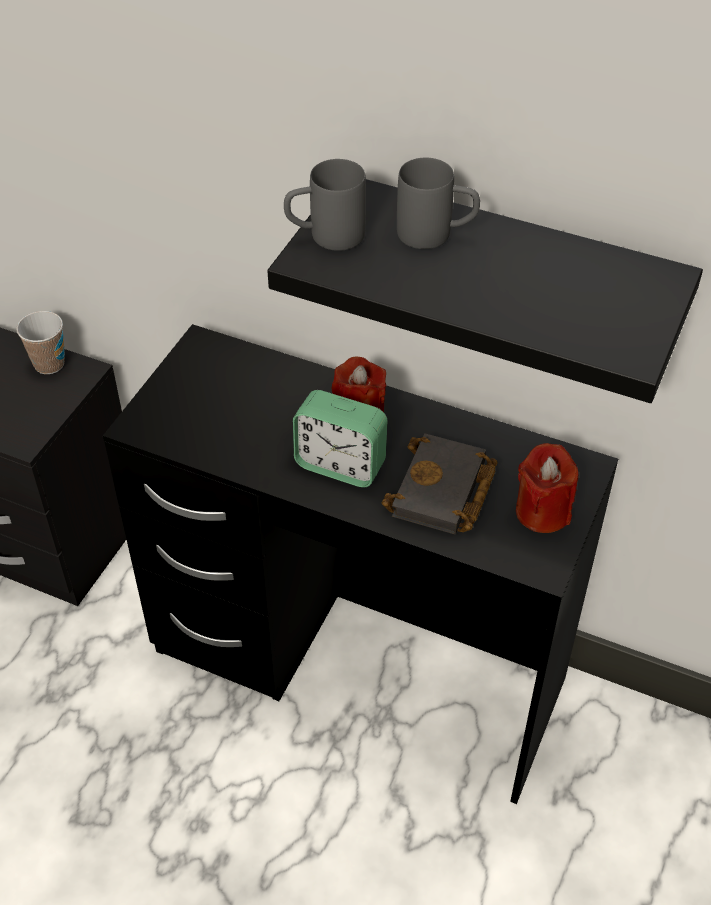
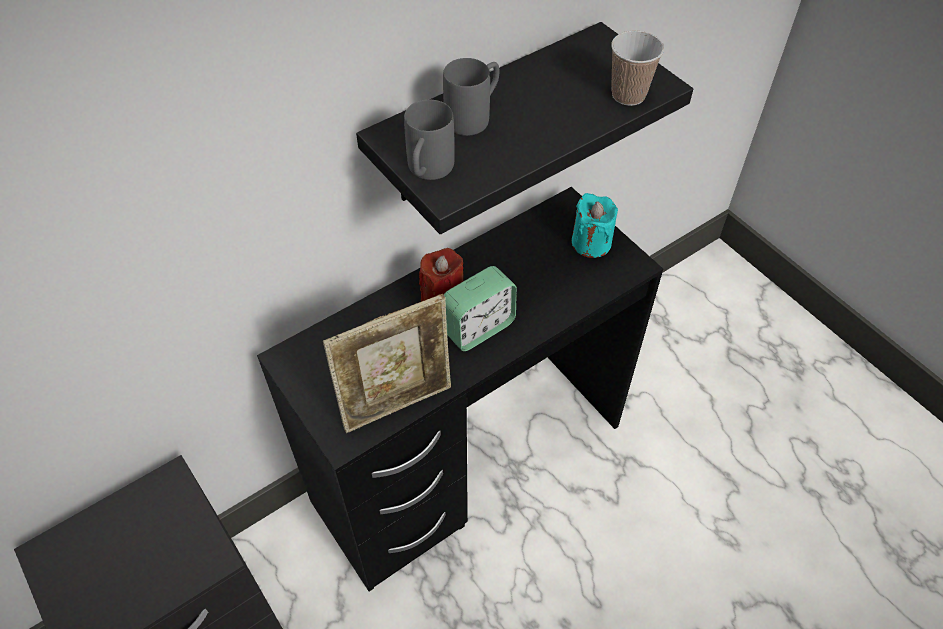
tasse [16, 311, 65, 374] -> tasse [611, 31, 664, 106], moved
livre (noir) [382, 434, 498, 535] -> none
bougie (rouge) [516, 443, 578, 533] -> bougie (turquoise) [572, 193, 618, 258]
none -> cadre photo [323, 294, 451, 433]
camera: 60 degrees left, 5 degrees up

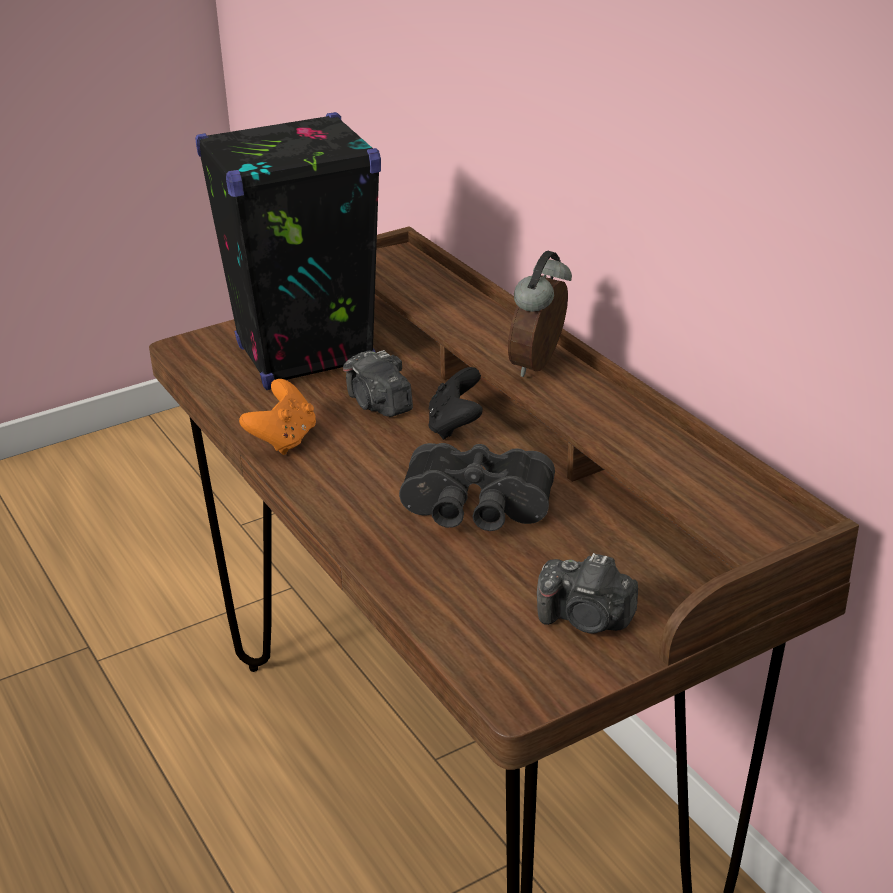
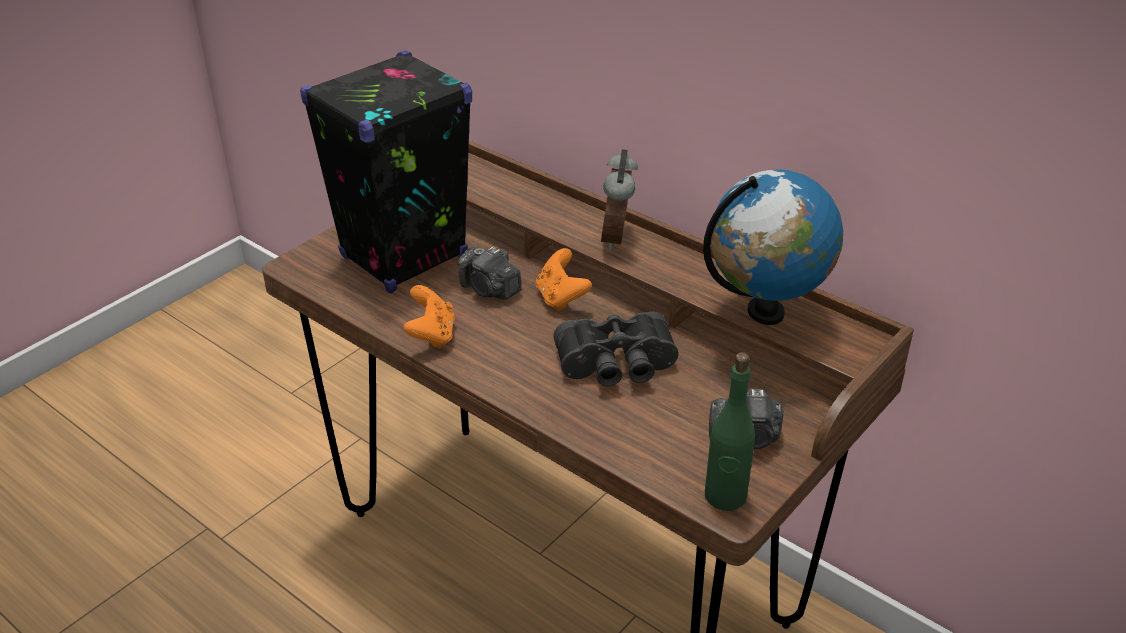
manette (noir) [428, 367, 483, 440] -> manette (orange) [536, 248, 592, 311]
none -> globe [703, 169, 843, 325]
none -> bouteille (vert) [705, 352, 755, 511]
camera: 20 degrees left, 5 degrees up

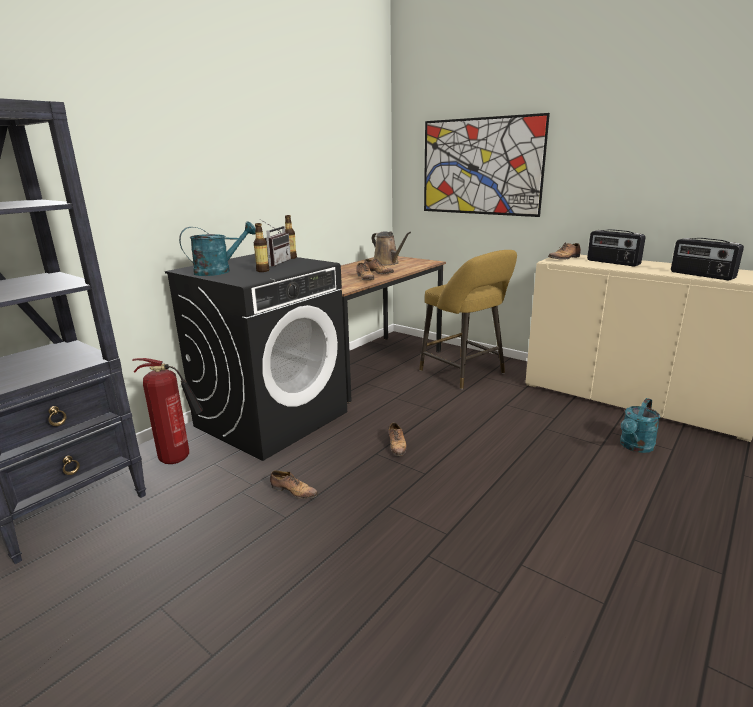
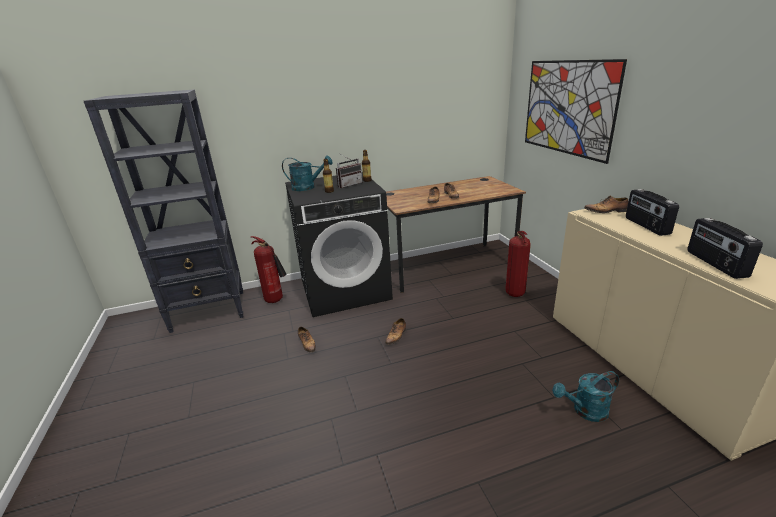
arrosoir (marron) [372, 231, 411, 265] -> none
tabouret (jaune) [419, 250, 517, 389] -> extincteur [506, 231, 531, 297]
camera: 35 degrees right, 5 degrees up

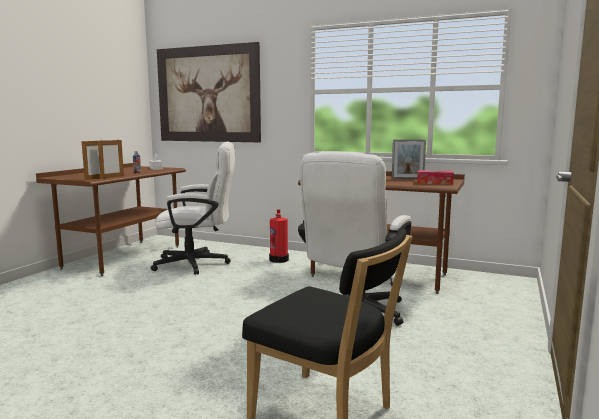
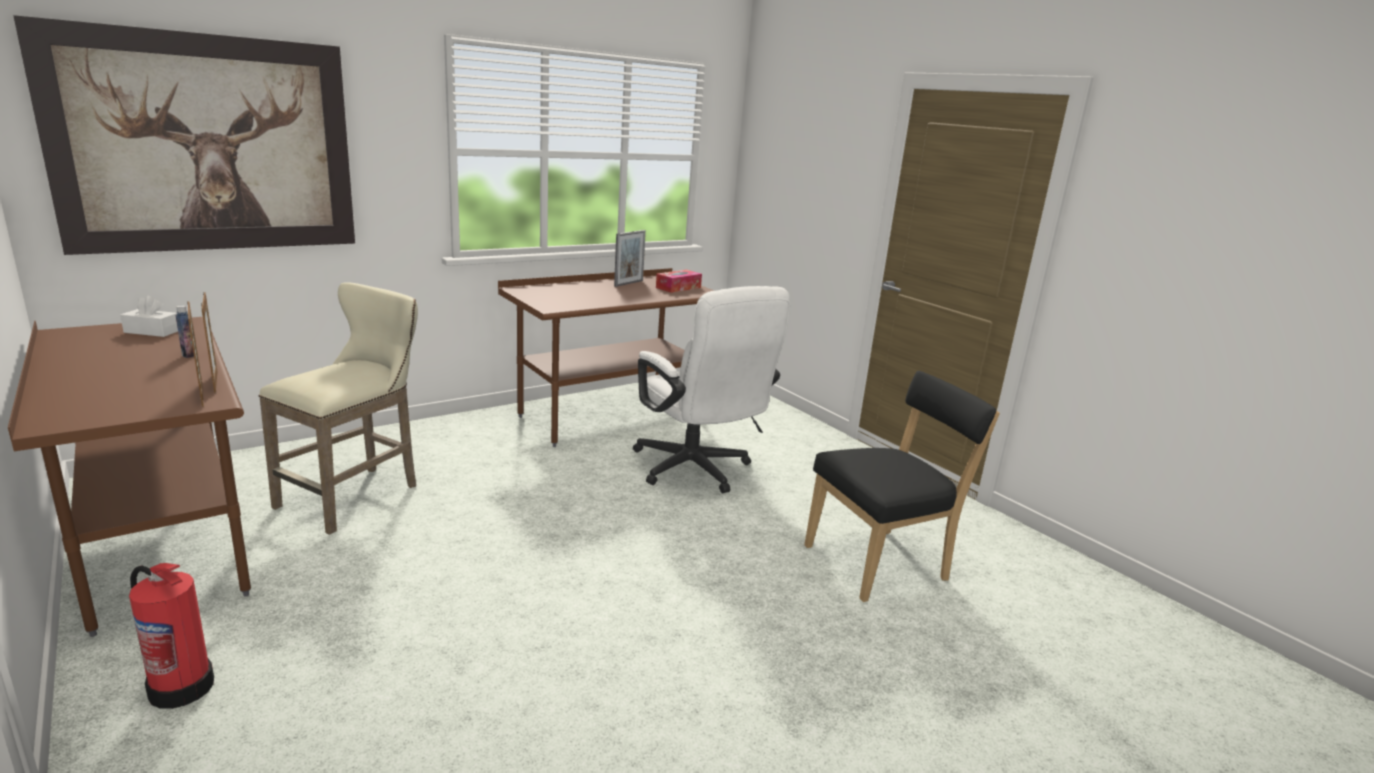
chaise de bureau (blanc) [151, 141, 235, 275] -> tabouret (beige) [259, 282, 418, 535]
extincteur [269, 209, 289, 263] -> extincteur [129, 563, 214, 709], moved
camera: 60 degrees left, 10 degrees up

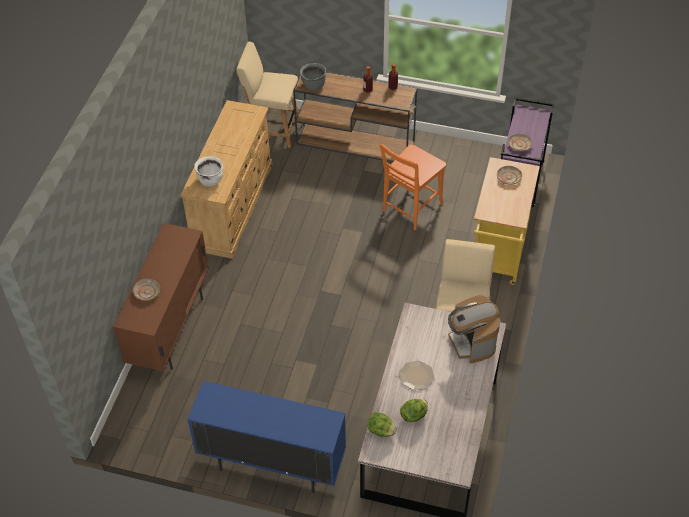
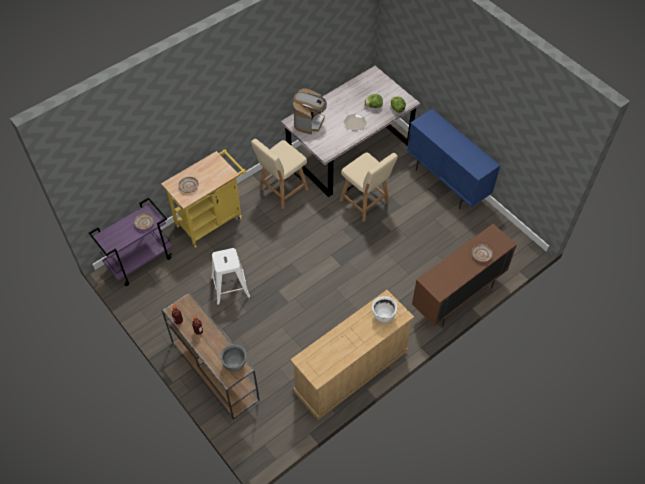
chaise (beige) [236, 42, 299, 148] -> chaise (beige) [340, 152, 398, 222], moved
chaise (orange) [380, 144, 446, 230] -> tabouret (blanc) [211, 248, 251, 305]
camera: 145 degrees left, 5 degrees up

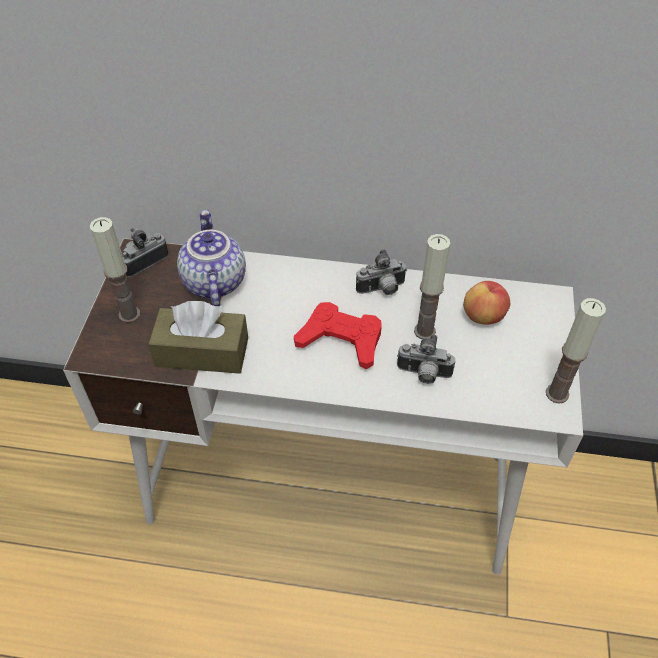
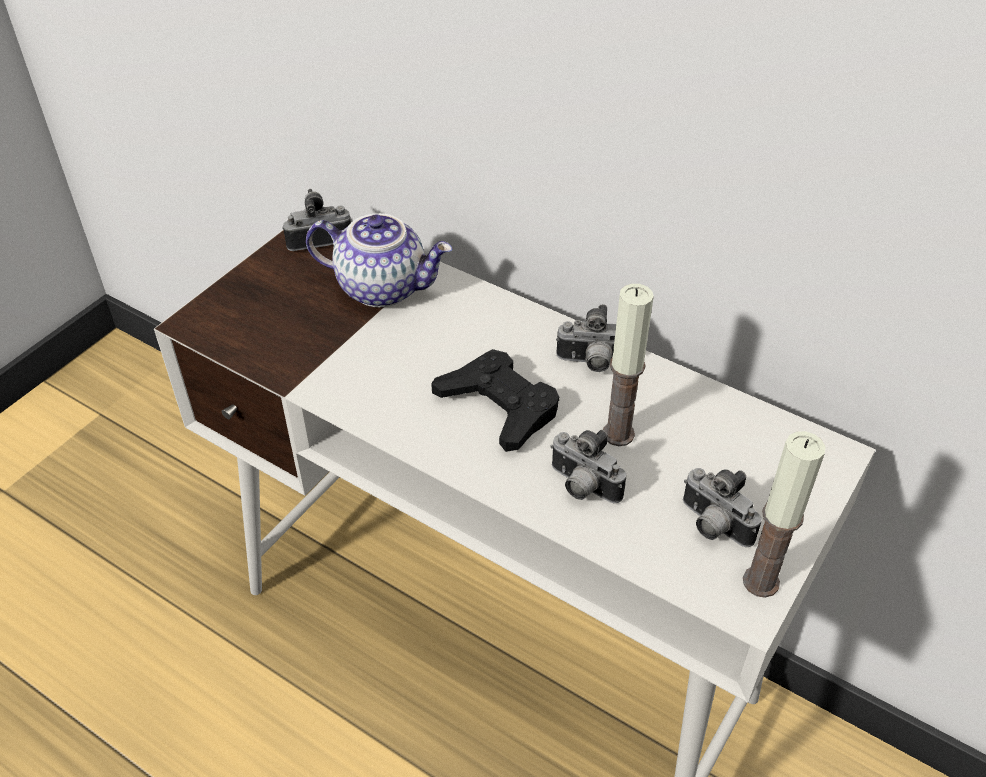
bougie [90, 217, 140, 323] -> none
boîte à mouchoirs (marron) [148, 301, 248, 374] -> none
théière [177, 210, 246, 306] -> théière [306, 213, 452, 307], 90 degrees clockwise
manette (rouge) [294, 302, 382, 369] -> manette (noir) [431, 349, 559, 452]
pomme [463, 281, 510, 325] -> none
none -> appareil photo [683, 468, 762, 547]
camera: 25 degrees right, 5 degrees down

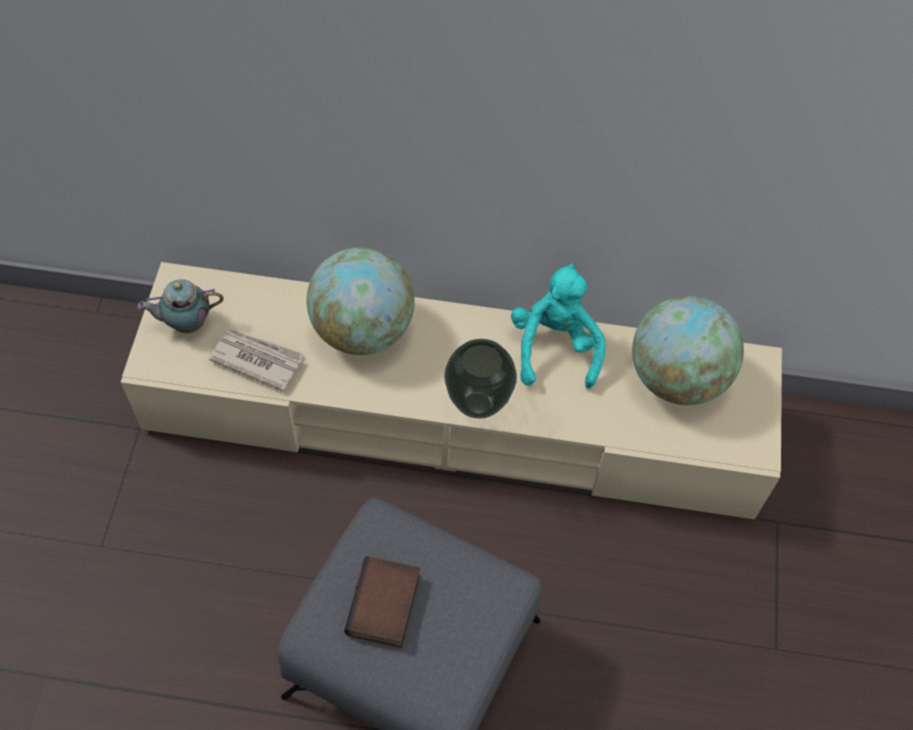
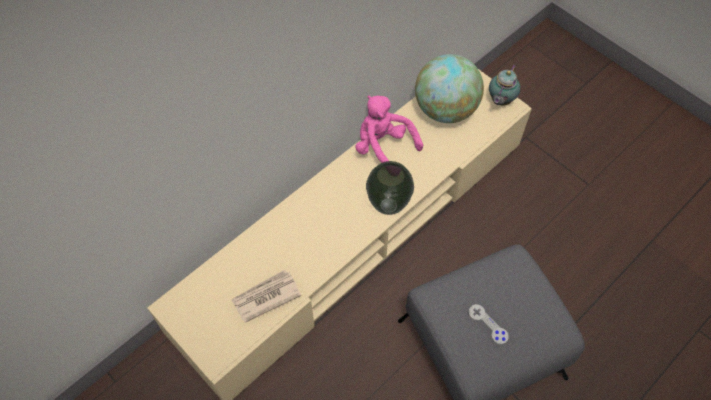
théière [138, 279, 224, 333] -> théière [489, 65, 521, 105], moved
globe [307, 247, 415, 355] -> none
livre [344, 556, 420, 648] -> manette (gris) [468, 304, 509, 345]
peluche (turquoise) [511, 264, 606, 389] -> peluche (rose) [355, 96, 423, 163]
camera: 50 degrees left, 0 degrees up

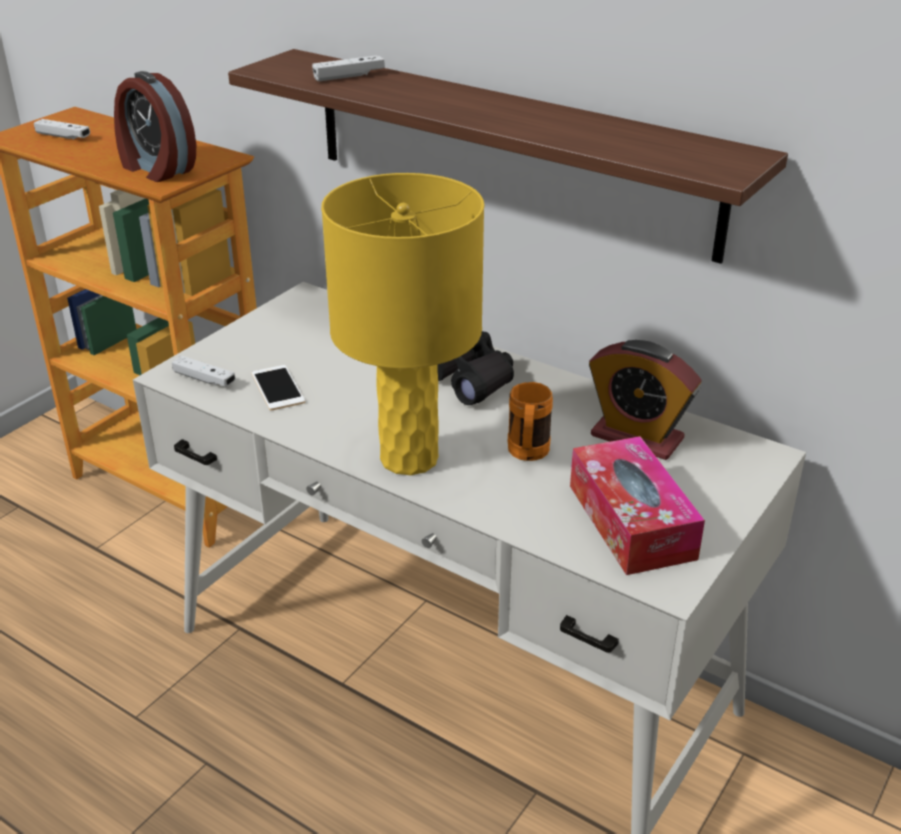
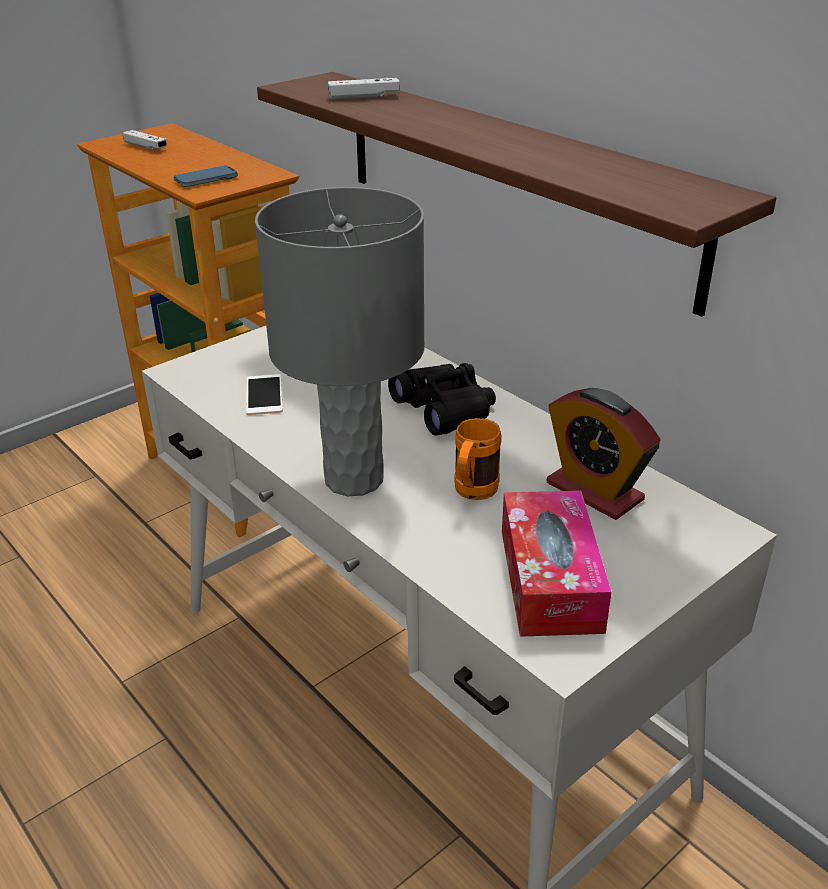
réveil [114, 71, 196, 182] -> téléphone [173, 165, 238, 187]
manette (blanc) [172, 356, 236, 387] -> none
lampe de table (jaune) [321, 173, 484, 475] -> lampe de table (gris) [255, 187, 425, 496]
camera: 15 degrees right, 0 degrees up

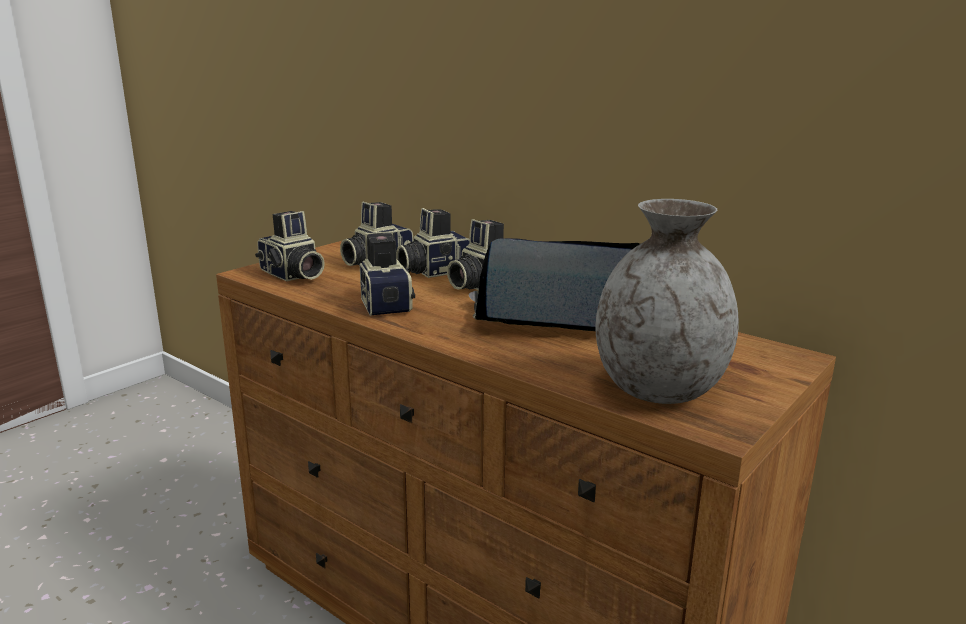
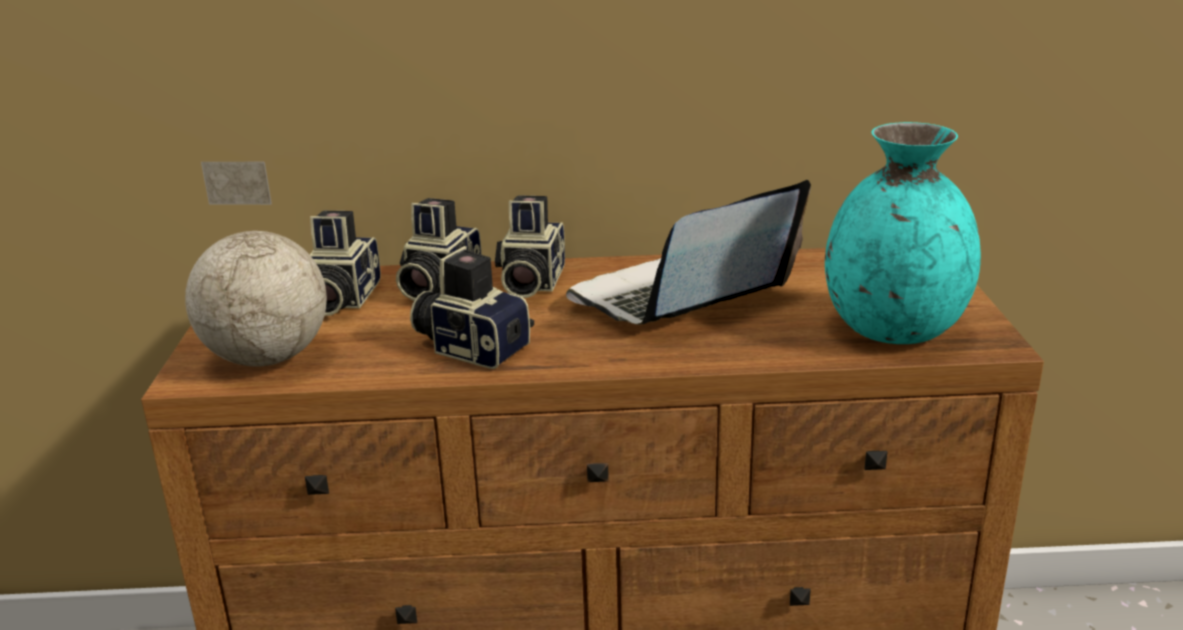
appareil photo [255, 211, 325, 281] -> globe [185, 162, 327, 366]
vase (gris) [596, 199, 739, 404] -> vase (turquoise) [825, 122, 981, 344]
camera: 40 degrees left, 5 degrees up

